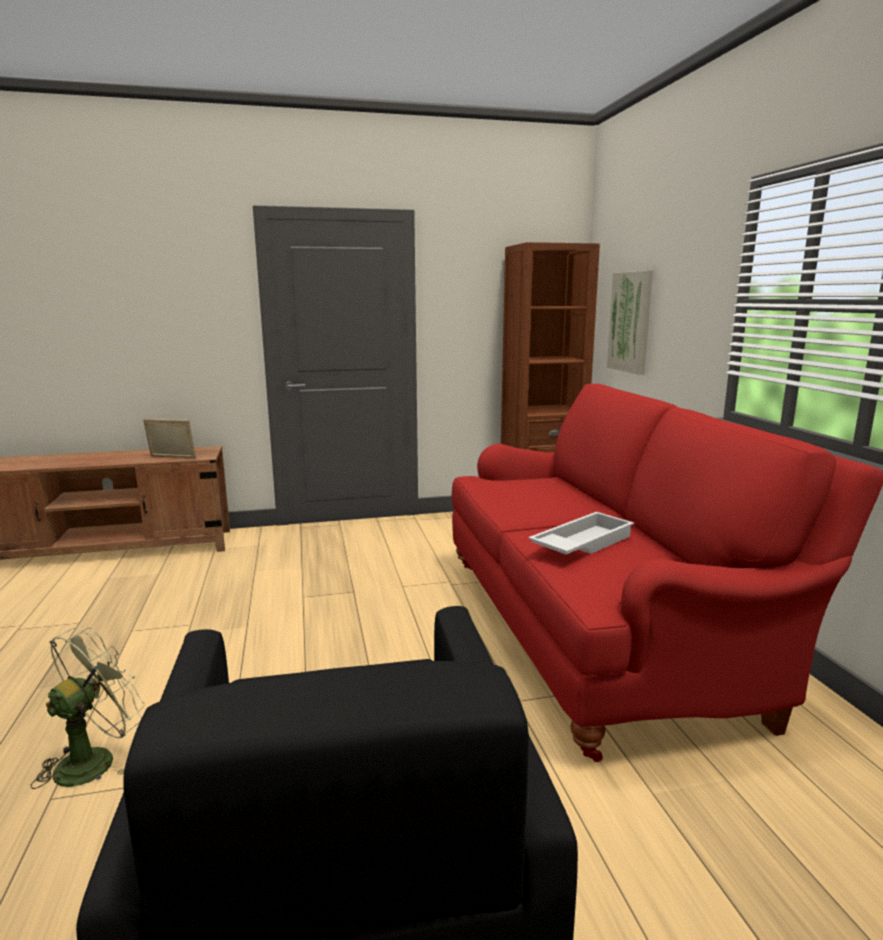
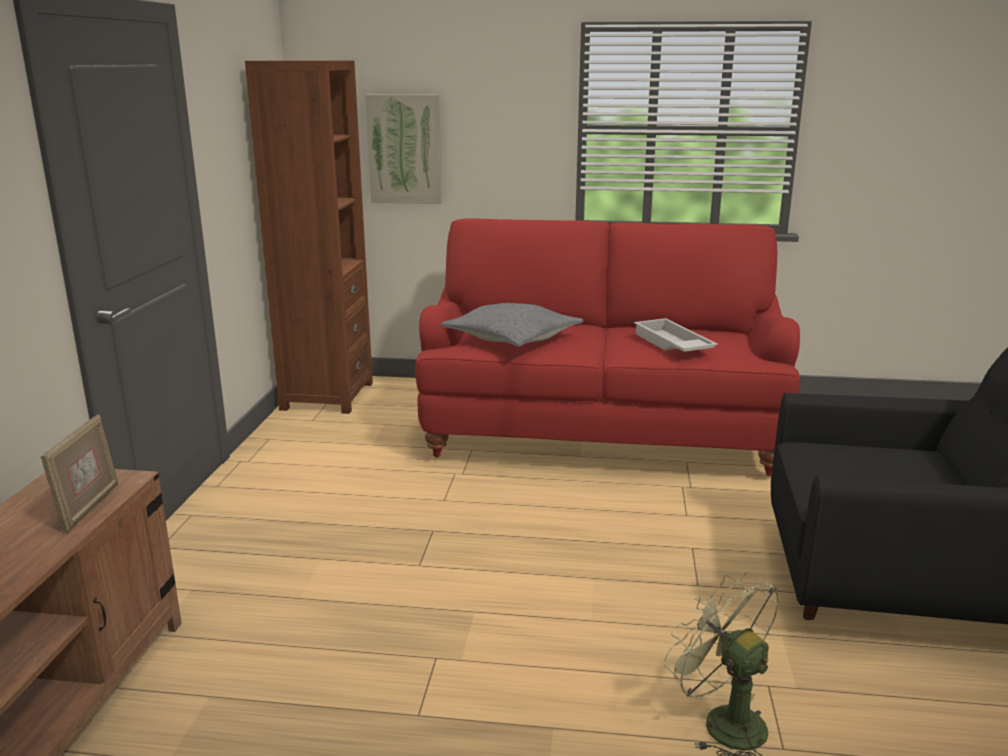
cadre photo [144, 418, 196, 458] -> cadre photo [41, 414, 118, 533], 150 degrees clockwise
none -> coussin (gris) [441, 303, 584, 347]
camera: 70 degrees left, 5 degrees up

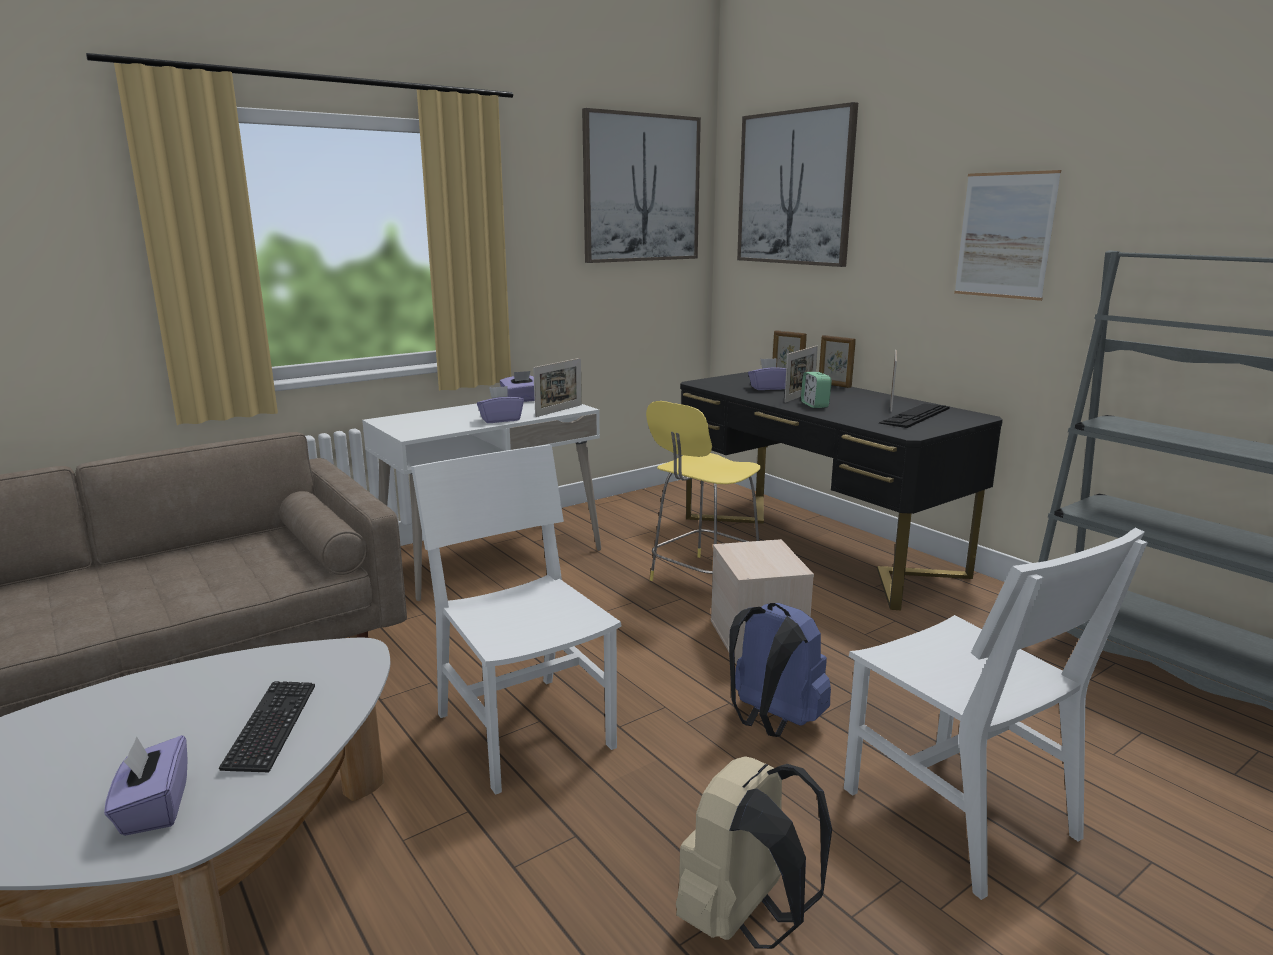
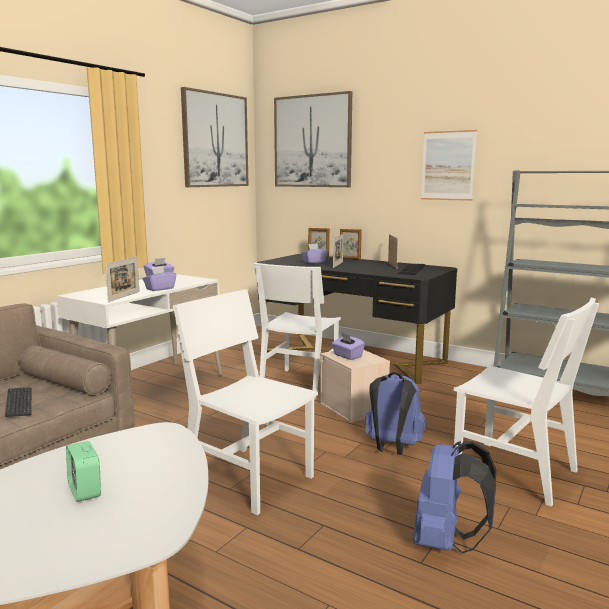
boîte à mouchoirs (violet) [104, 735, 188, 836] -> boîte à mouchoirs (violet) [331, 332, 365, 360], moved
clavier [219, 681, 315, 772] -> clavier [5, 387, 32, 417], moved
cadre photo [533, 358, 582, 417] -> cadre photo [105, 256, 139, 302], moved
tabouret (jaune) [646, 401, 761, 581] -> chaise (blanc) [254, 263, 341, 399]
sac à dos (beige) [676, 756, 832, 949] -> sac à dos (bleu) [413, 441, 497, 553]
réveil [801, 372, 832, 408] -> réveil [66, 441, 101, 502], moved
camera: 20 degrees left, 5 degrees down

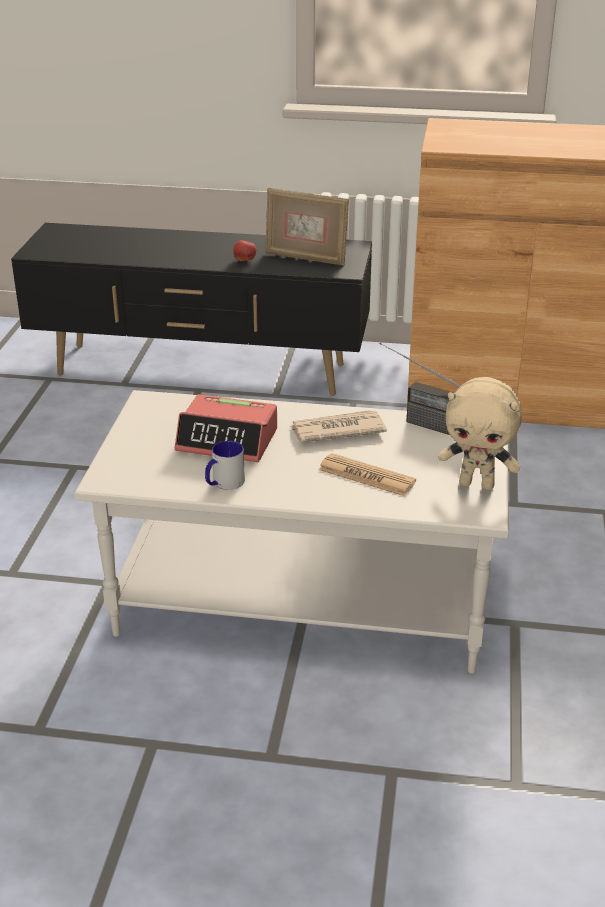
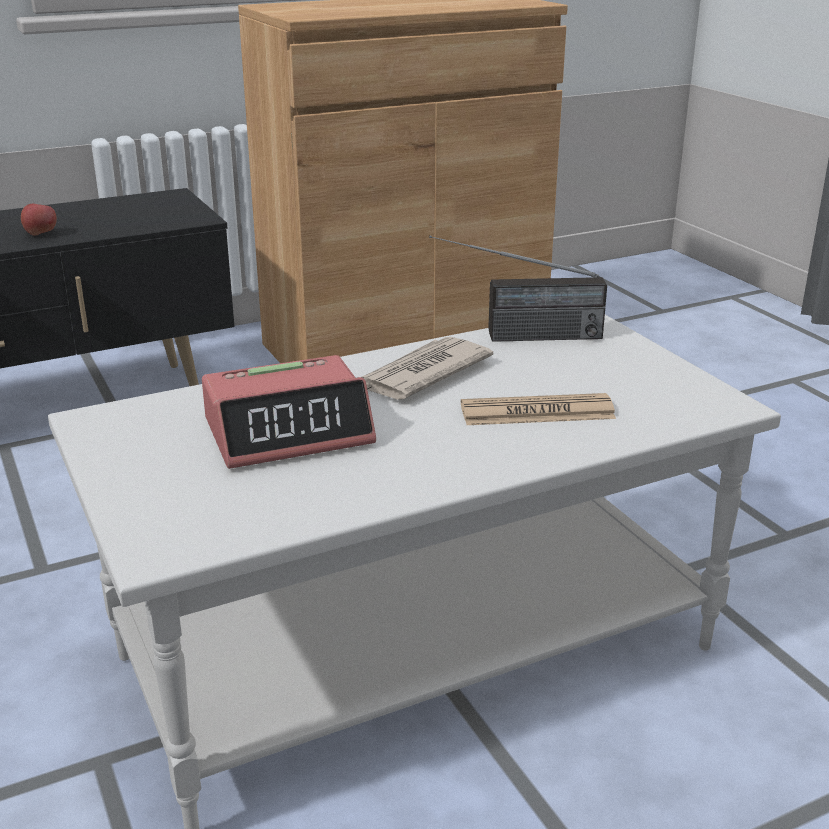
mug [205, 441, 245, 490] -> none
cadre photo [265, 188, 349, 266] -> none
peluche (beige) [438, 377, 522, 490] -> none
camera: 35 degrees left, 5 degrees down

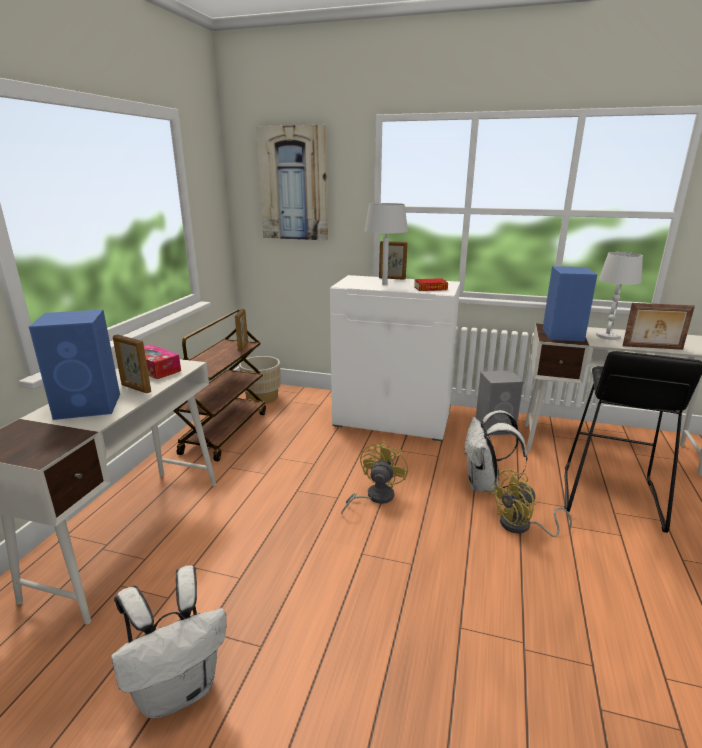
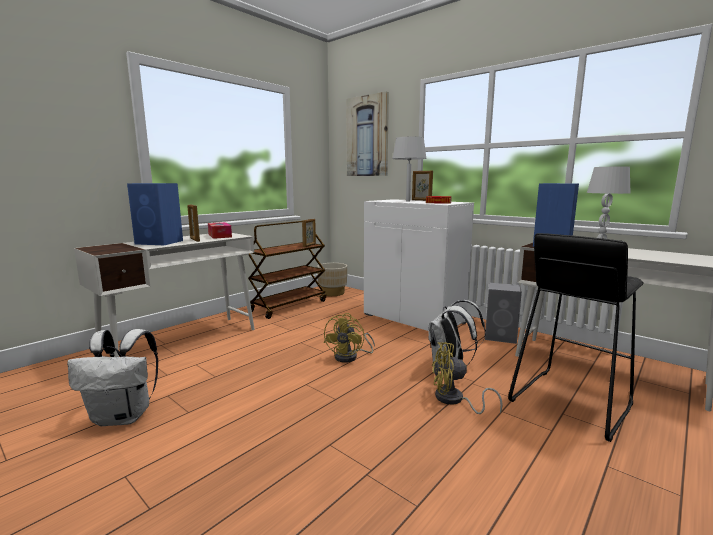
ventilateur (jaune) [341, 441, 408, 514] -> ventilateur (jaune) [324, 313, 375, 363], 150 degrees clockwise
cadre photo [622, 303, 695, 350] -> none
camera: 25 degrees right, 10 degrees down

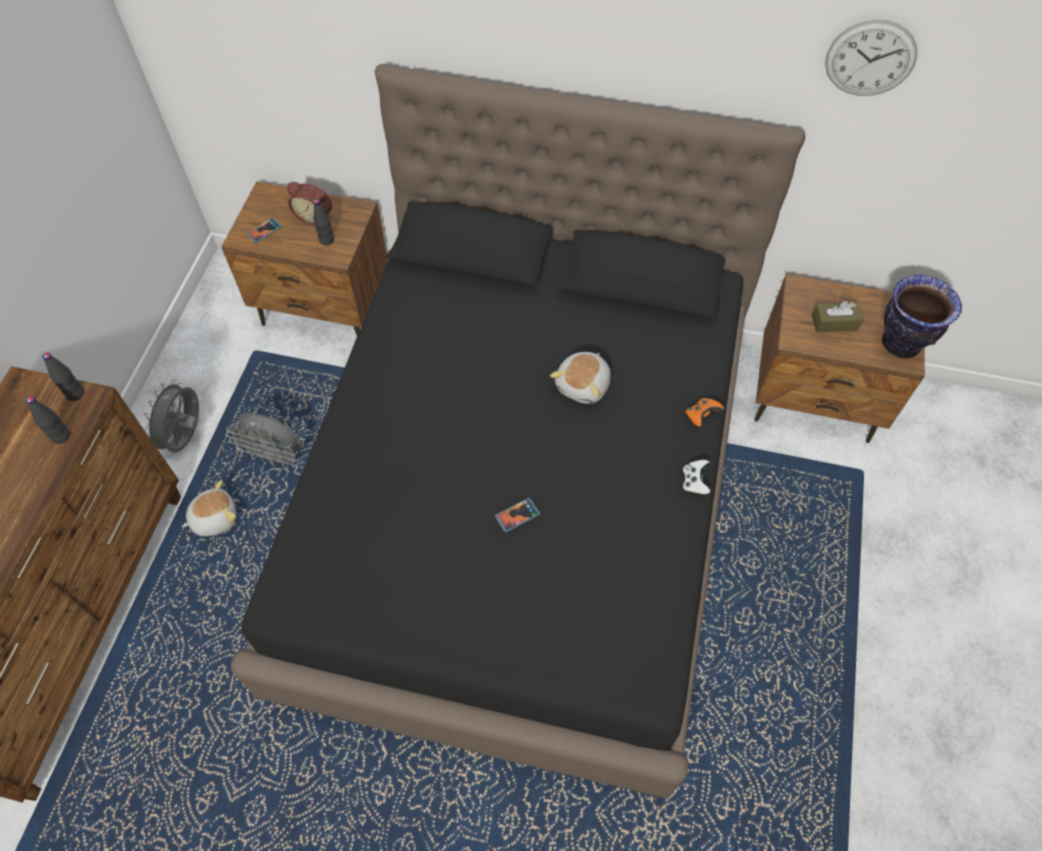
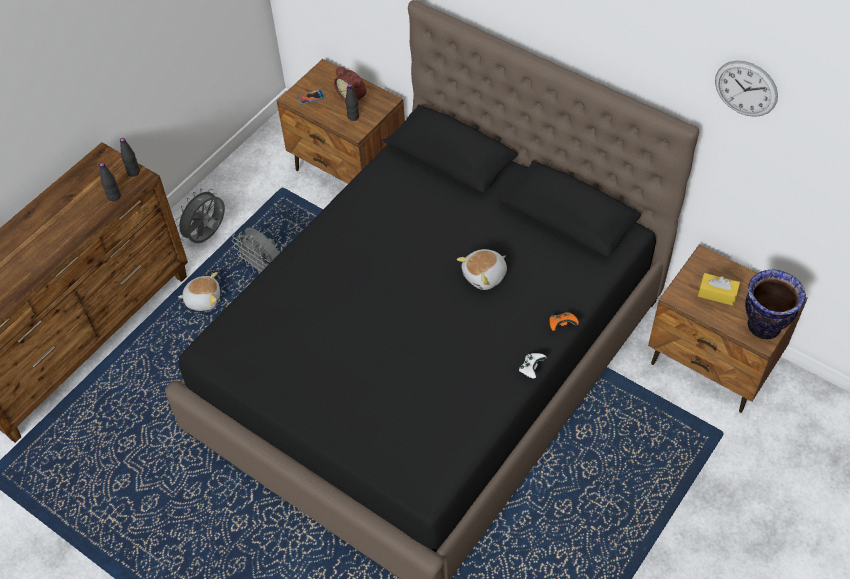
téléphone [495, 498, 540, 532] -> none
boîte à mouchoirs (marron) [812, 301, 864, 333] -> boîte à mouchoirs (jaune) [698, 273, 740, 306]
camera: 25 degrees right, 5 degrees down

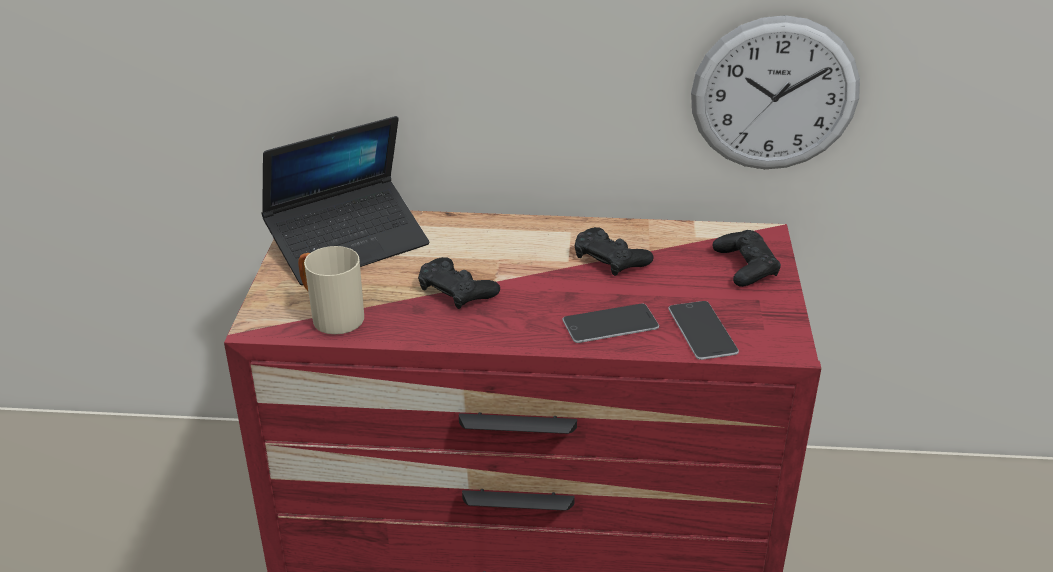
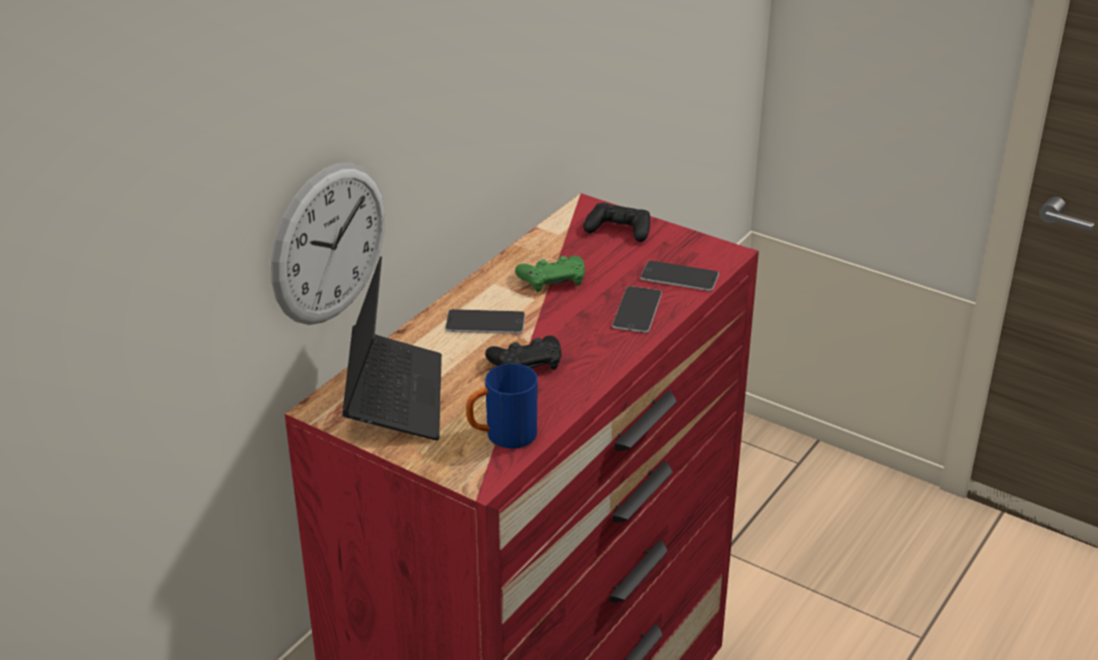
mug (beige) [298, 246, 364, 334] -> mug (bleu) [466, 364, 538, 449]
manette (noir) [574, 227, 654, 276] -> manette (vert) [515, 256, 585, 292]
horloge murale [691, 15, 860, 169] -> horloge murale [271, 163, 385, 325], moved
none -> téléphone [445, 309, 525, 334]
camera: 60 degrees left, 0 degrees up

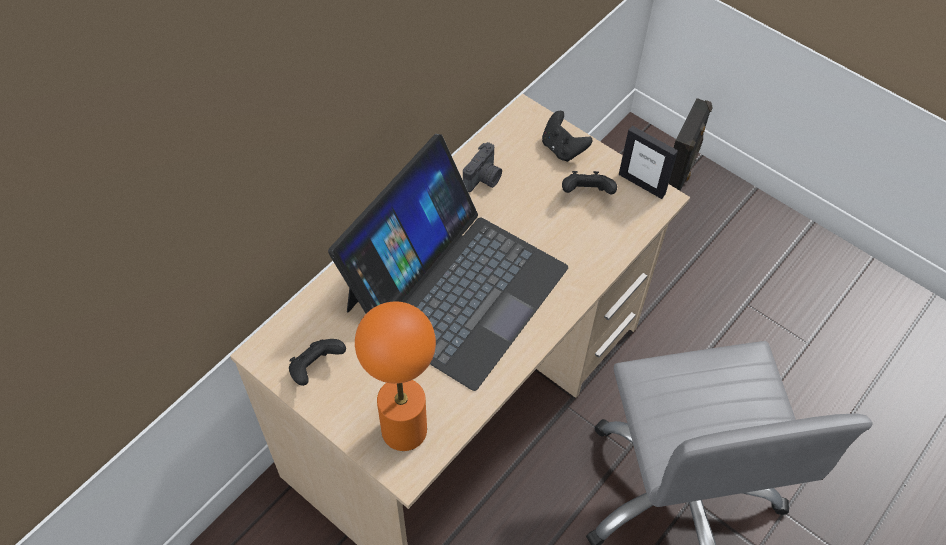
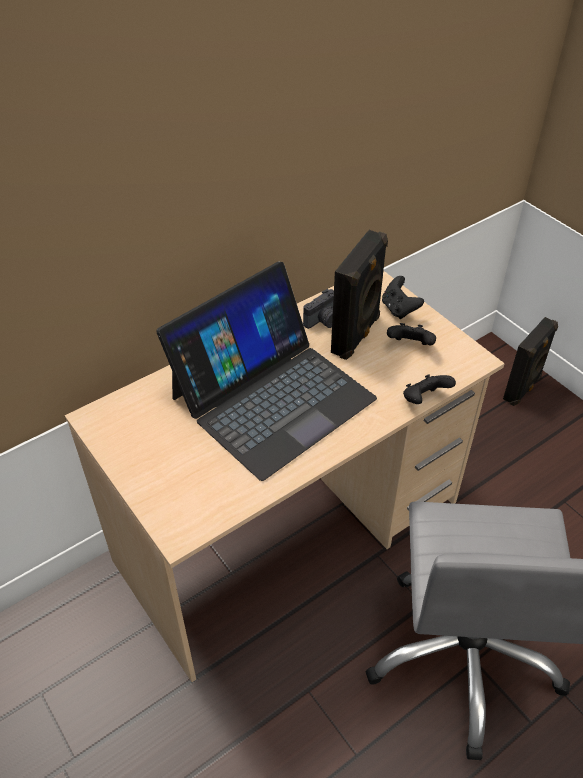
manette (noir) [289, 339, 346, 386] -> manette (noir) [403, 374, 456, 404], moved
lampe de table (orange) [355, 301, 436, 451] -> none
cadre photo [619, 126, 678, 199] -> none
none -> enceinte (noir) [331, 230, 388, 360]
camera: 15 degrees right, 10 degrees down

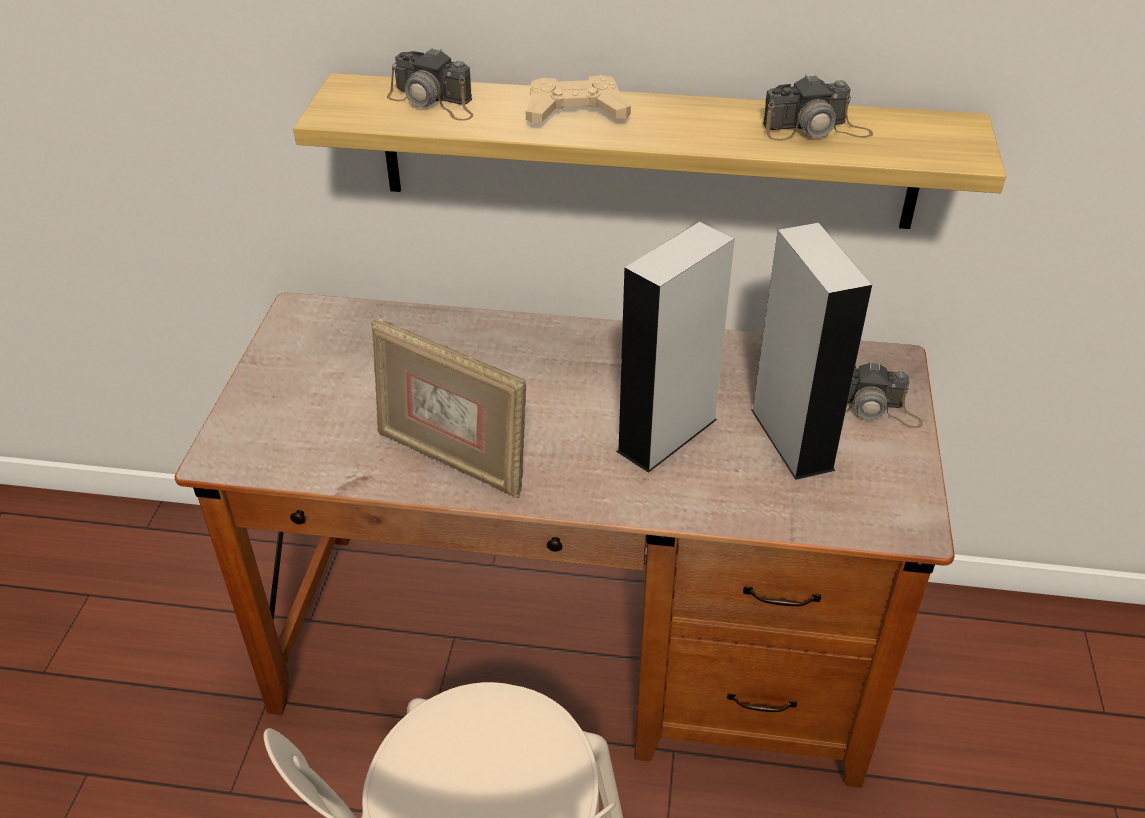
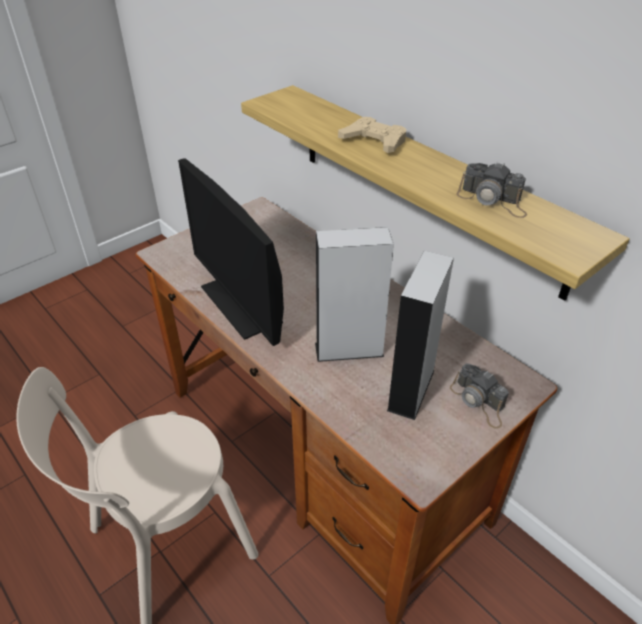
cadre photo [371, 319, 526, 498] -> écran d'ordinateur [178, 159, 284, 346]
appareil photo [387, 47, 473, 121] -> none
camera: 40 degrees right, 0 degrees up

